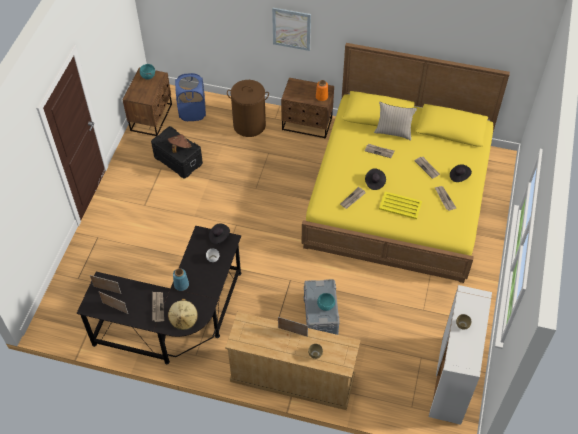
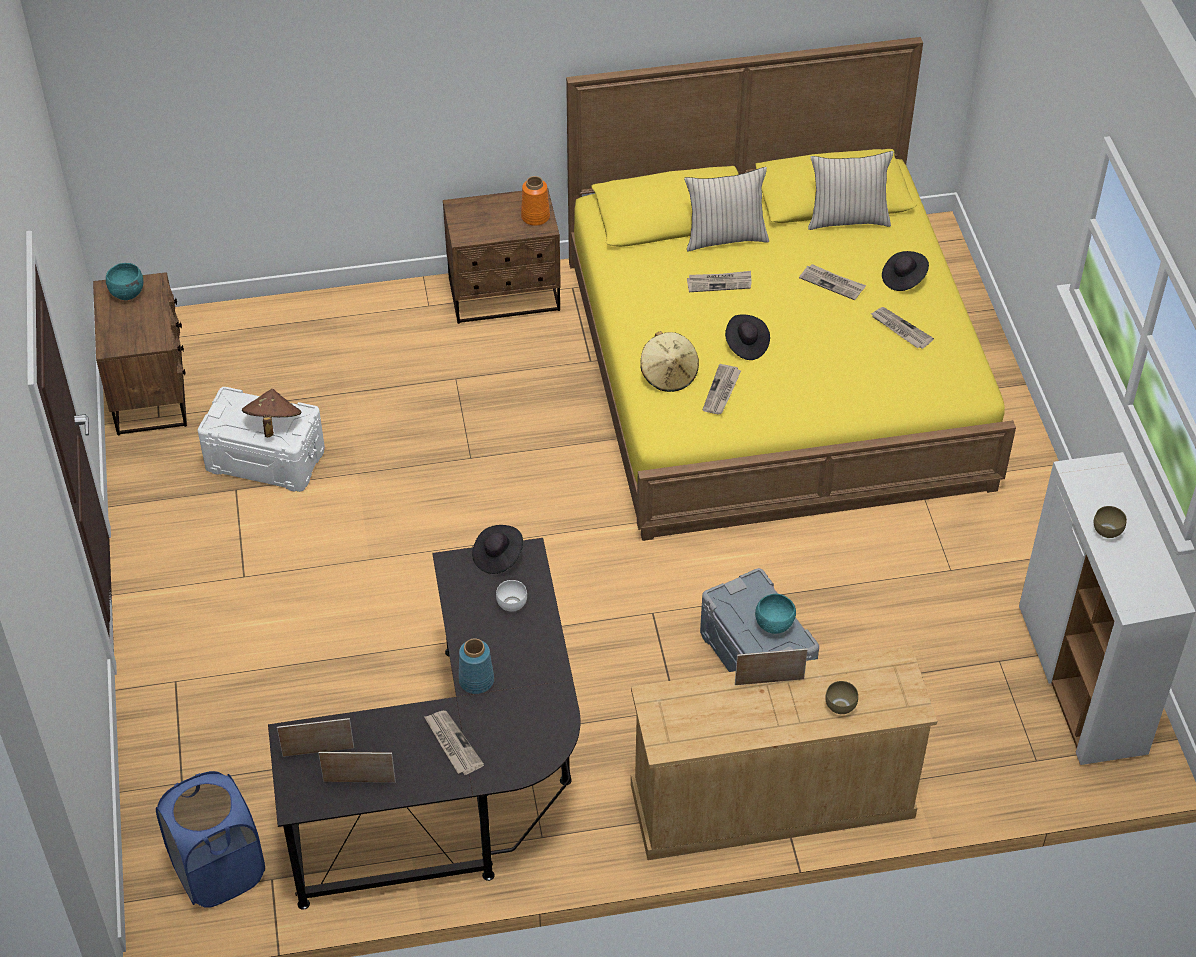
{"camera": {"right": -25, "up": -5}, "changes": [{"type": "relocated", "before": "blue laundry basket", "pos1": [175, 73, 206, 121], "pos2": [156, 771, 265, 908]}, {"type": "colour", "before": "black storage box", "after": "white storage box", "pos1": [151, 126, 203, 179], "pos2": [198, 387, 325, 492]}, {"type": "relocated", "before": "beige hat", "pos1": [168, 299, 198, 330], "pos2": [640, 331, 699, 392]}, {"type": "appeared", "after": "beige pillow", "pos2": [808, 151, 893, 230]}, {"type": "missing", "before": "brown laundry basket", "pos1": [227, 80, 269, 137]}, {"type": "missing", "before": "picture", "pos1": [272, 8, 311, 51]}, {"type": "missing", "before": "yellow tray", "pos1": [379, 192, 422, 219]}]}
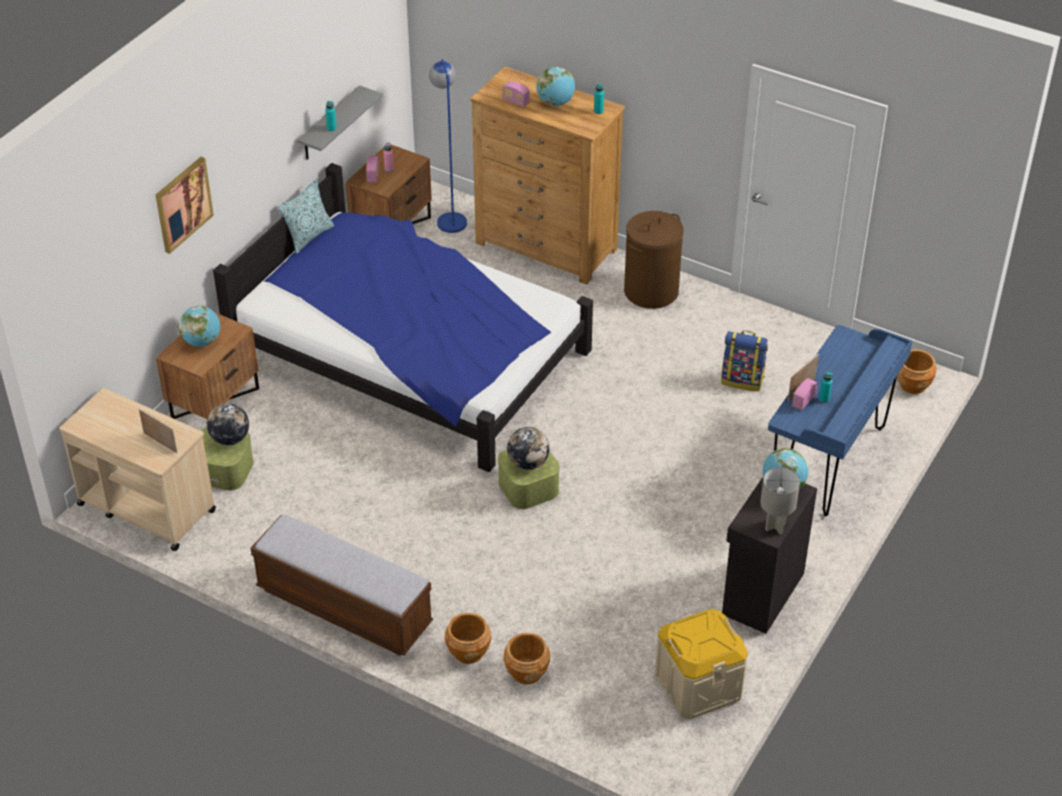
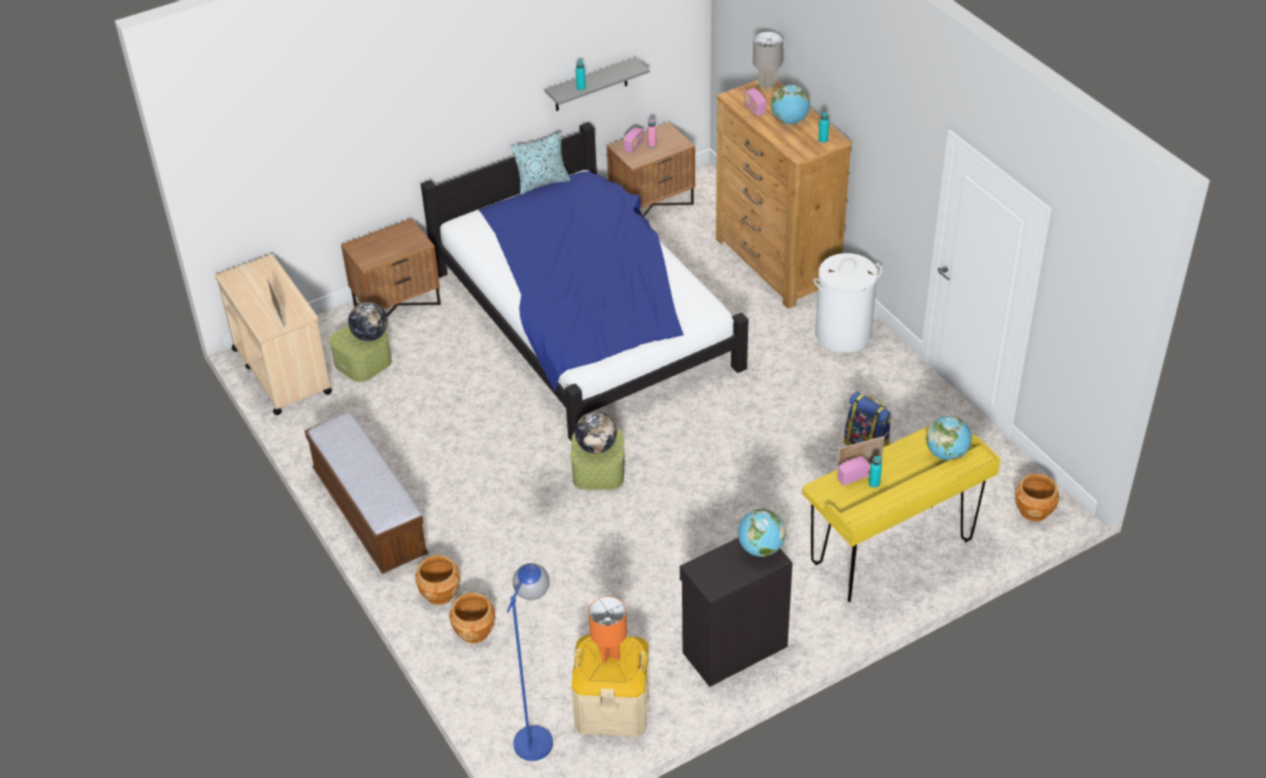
{"camera": {"right": 30, "up": 0}, "changes": [{"type": "relocated", "before": "blue floor lamp", "pos1": [429, 59, 467, 233], "pos2": [507, 563, 553, 761]}, {"type": "appeared", "after": "orange table lamp", "pos2": [588, 596, 627, 663]}, {"type": "relocated", "before": "grey table lamp", "pos1": [760, 467, 800, 534], "pos2": [753, 32, 783, 92]}, {"type": "colour", "before": "blue desk", "after": "yellow desk", "pos1": [768, 325, 912, 517], "pos2": [802, 425, 1001, 602]}, {"type": "colour", "before": "brown laundry basket", "after": "white laundry basket", "pos1": [624, 211, 684, 309], "pos2": [813, 253, 882, 353]}, {"type": "relocated", "before": "globe", "pos1": [179, 306, 220, 347], "pos2": [926, 416, 972, 461]}, {"type": "missing", "before": "picture", "pos1": [155, 157, 214, 254]}]}
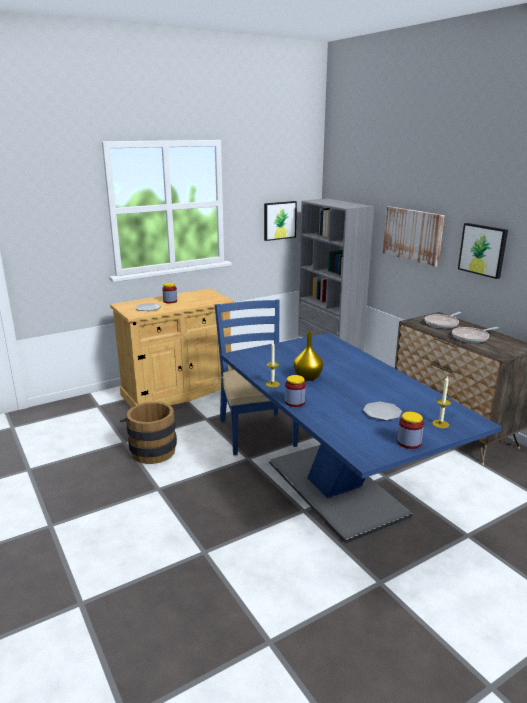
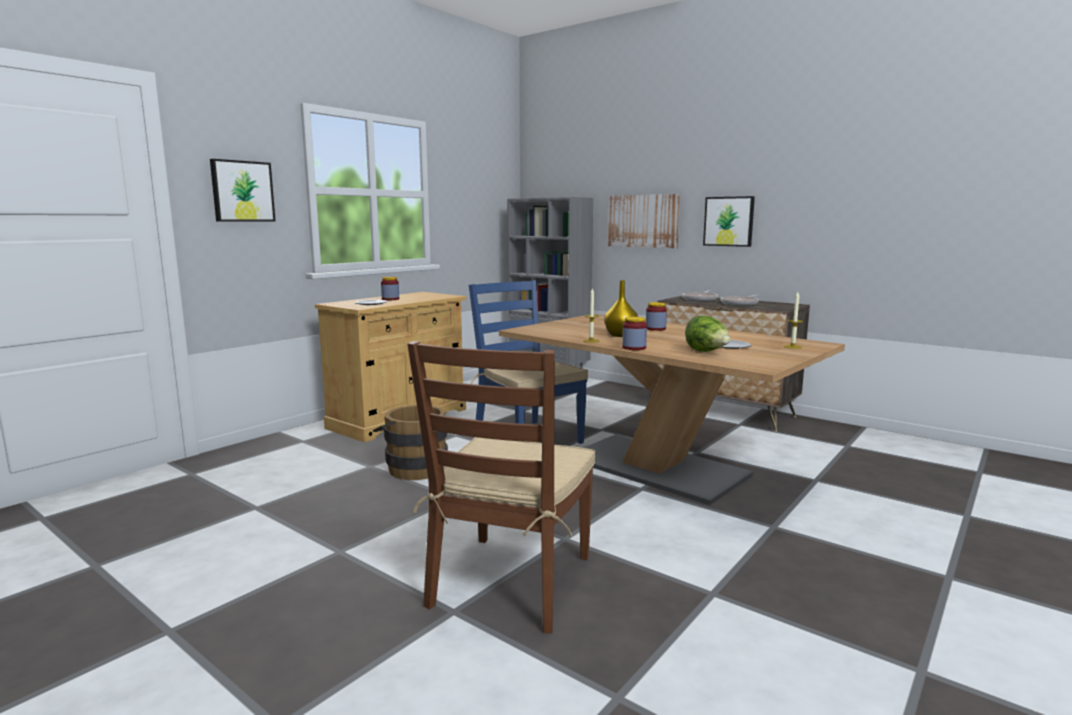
{"camera": {"right": -20, "up": -10}, "changes": [{"type": "relocated", "before": "picture", "pos1": [264, 201, 297, 241], "pos2": [210, 159, 276, 222]}, {"type": "appeared", "after": "brown chair", "pos2": [407, 341, 595, 633]}, {"type": "colour", "before": "blue dining table", "after": "brown dining table", "pos1": [220, 333, 502, 543], "pos2": [499, 314, 845, 505]}, {"type": "relocated", "before": "jar", "pos1": [397, 412, 424, 449], "pos2": [646, 302, 667, 331]}, {"type": "appeared", "after": "lettuce", "pos2": [685, 316, 730, 352]}]}
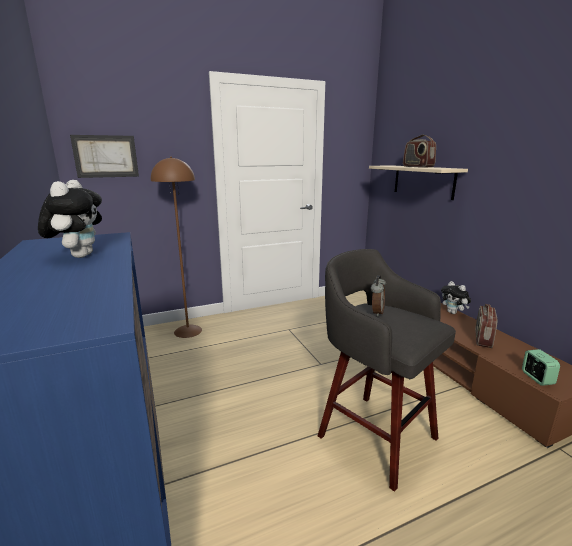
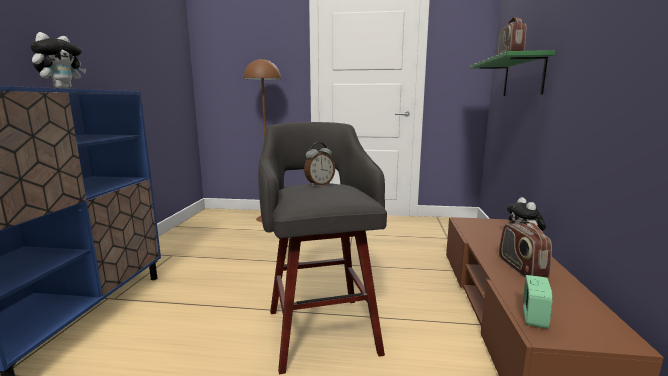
{"camera": {"right": 30, "up": -5}, "changes": [{"type": "colour", "before": "beige shelf", "after": "green shelf", "pos1": [369, 165, 468, 200], "pos2": [470, 50, 555, 96]}, {"type": "spun", "before": "radio", "pos1": [475, 304, 498, 348], "pos2": [499, 220, 552, 278], "turn": -60}, {"type": "missing", "before": "picture", "pos1": [70, 135, 139, 178]}]}
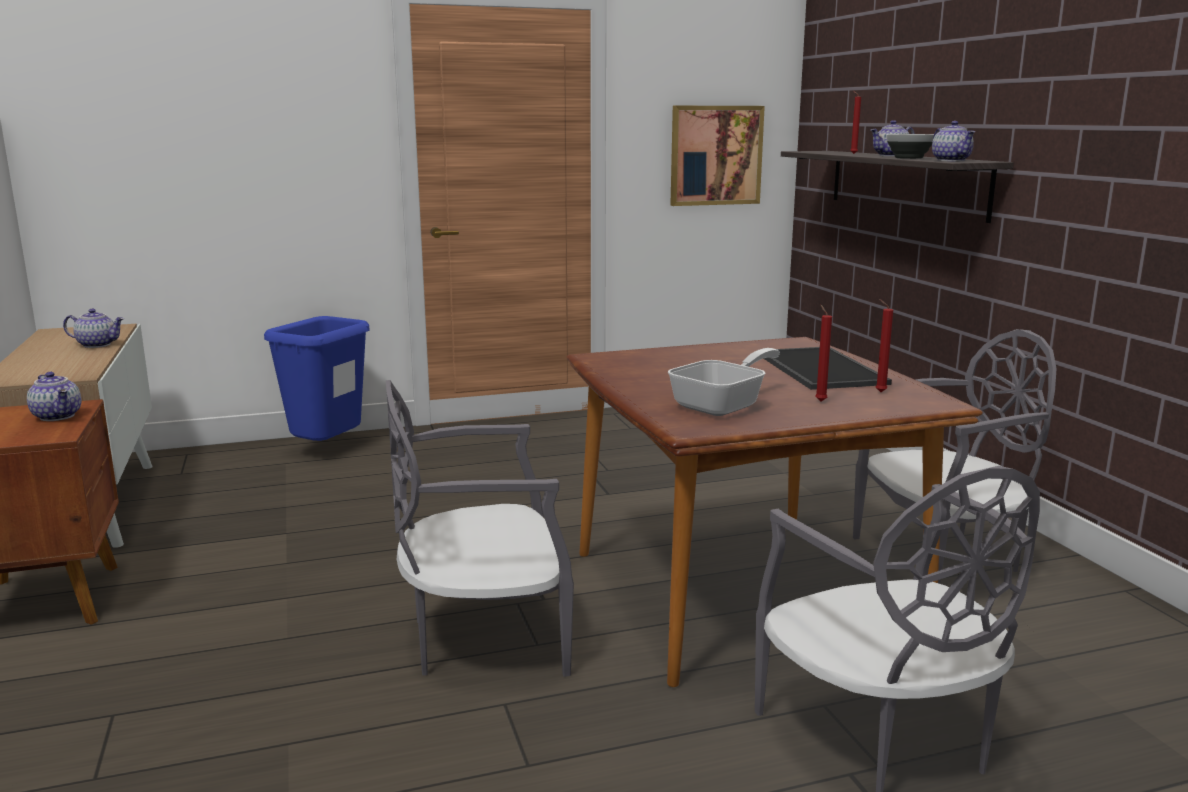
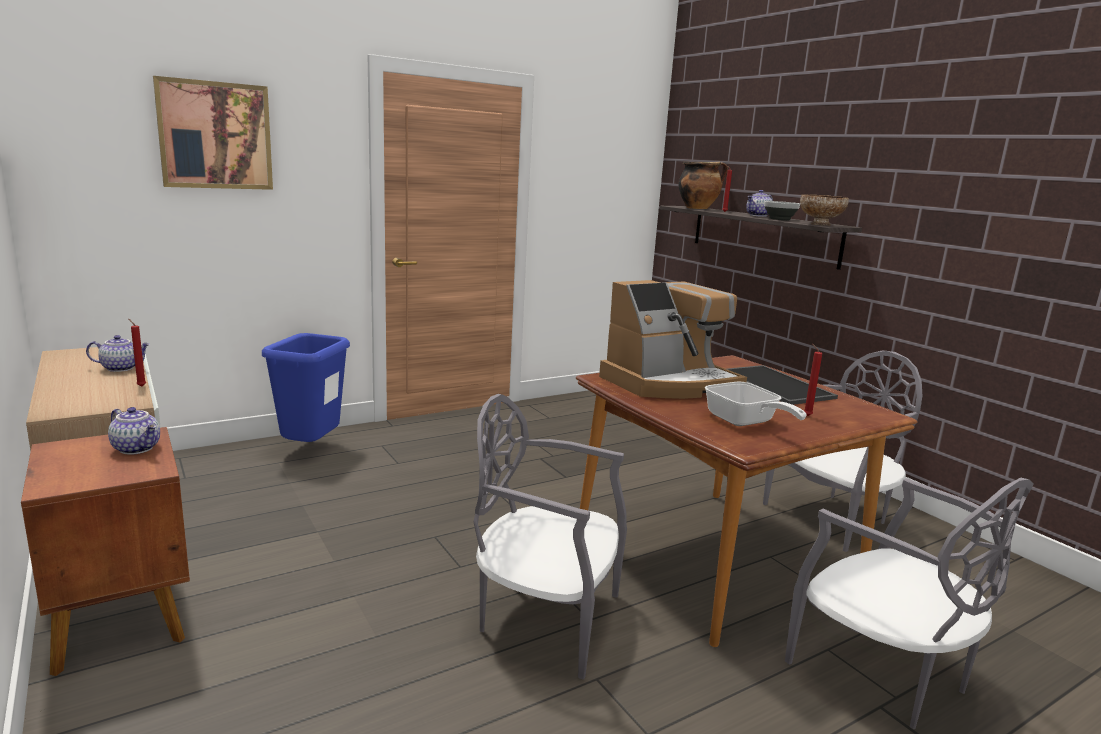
{"camera": {"right": -15, "up": 0}, "changes": [{"type": "relocated", "before": "red candle", "pos1": [876, 299, 893, 392], "pos2": [129, 319, 146, 387]}, {"type": "relocated", "before": "picture", "pos1": [670, 106, 765, 206], "pos2": [153, 76, 273, 190]}, {"type": "spun", "before": "grey chair", "pos1": [386, 380, 574, 677], "pos2": [473, 394, 627, 679], "turn": 45}, {"type": "appeared", "after": "coffee machine", "pos2": [599, 280, 747, 399]}, {"type": "appeared", "after": "cooking pot", "pos2": [679, 161, 728, 209]}, {"type": "spun", "before": "frying pan", "pos1": [668, 348, 780, 416], "pos2": [705, 382, 807, 426], "turn": 120}, {"type": "exchanged", "before": "teapot", "after": "bowl", "pos1": [932, 121, 975, 161], "pos2": [800, 195, 849, 226]}]}
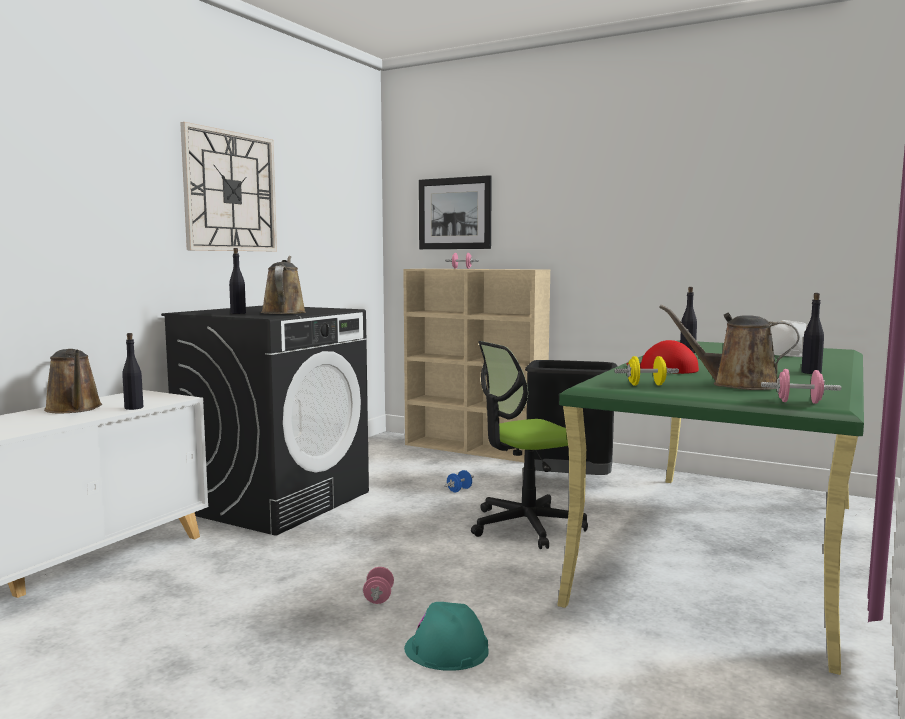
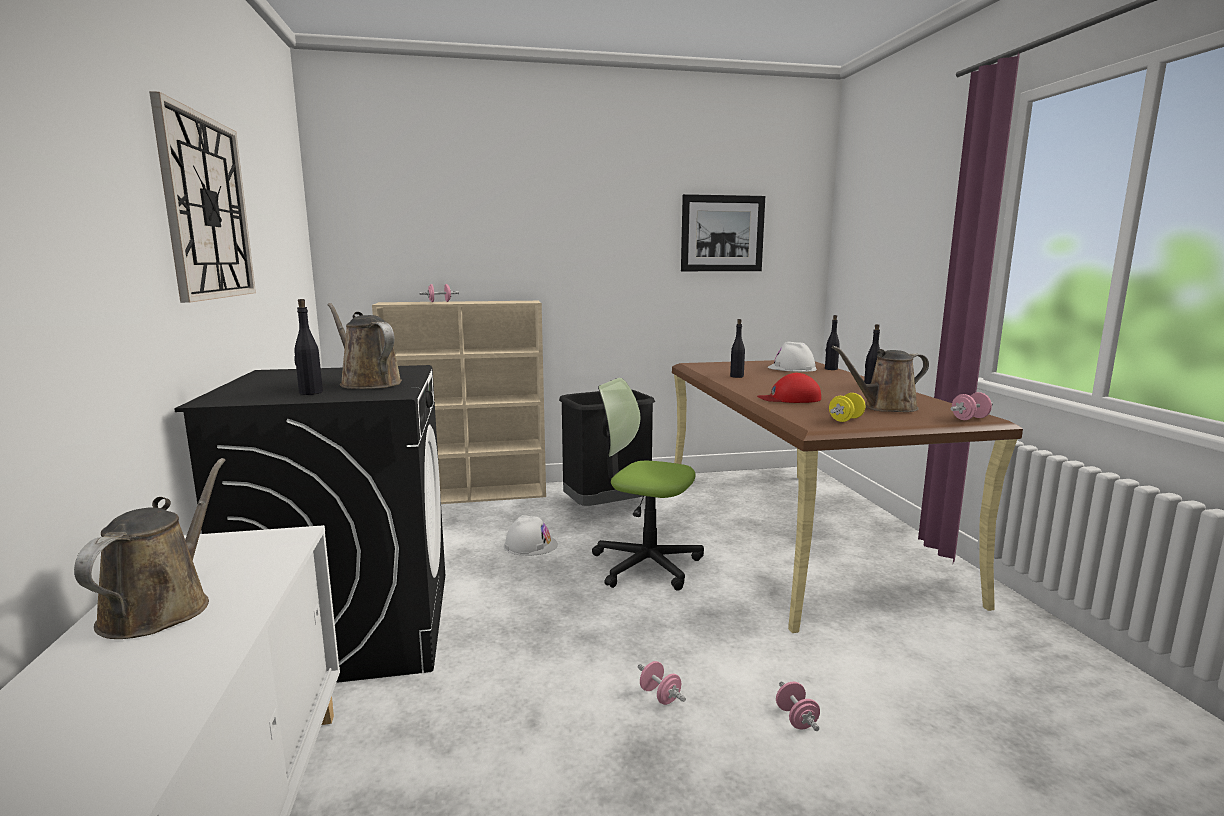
{"camera": {"right": -40, "up": 5}, "changes": [{"type": "spun", "before": "brown watering can", "pos1": [44, 349, 102, 414], "pos2": [74, 458, 225, 639], "turn": -105}, {"type": "exchanged", "before": "blue dumbbell", "after": "white hard hat", "pos1": [444, 470, 474, 492], "pos2": [504, 515, 558, 556]}, {"type": "spun", "before": "office chair", "pos1": [471, 341, 588, 549], "pos2": [592, 378, 704, 591], "turn": 90}, {"type": "colour", "before": "green desk", "after": "brown desk", "pos1": [557, 340, 864, 675], "pos2": [672, 360, 1023, 633]}, {"type": "relocated", "before": "picture", "pos1": [419, 175, 492, 249], "pos2": [681, 194, 765, 271]}, {"type": "exchanged", "before": "turquoise hard hat", "after": "pink dumbbell", "pos1": [404, 602, 489, 671], "pos2": [776, 681, 820, 731]}, {"type": "relocated", "before": "black bottle", "pos1": [122, 333, 143, 410], "pos2": [825, 315, 840, 370]}]}
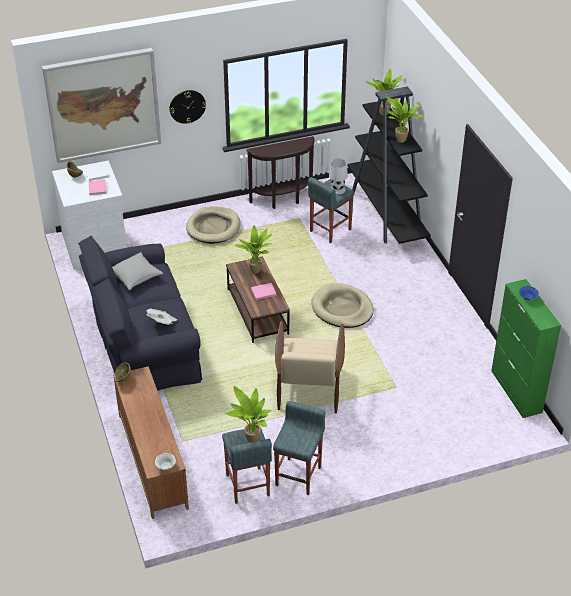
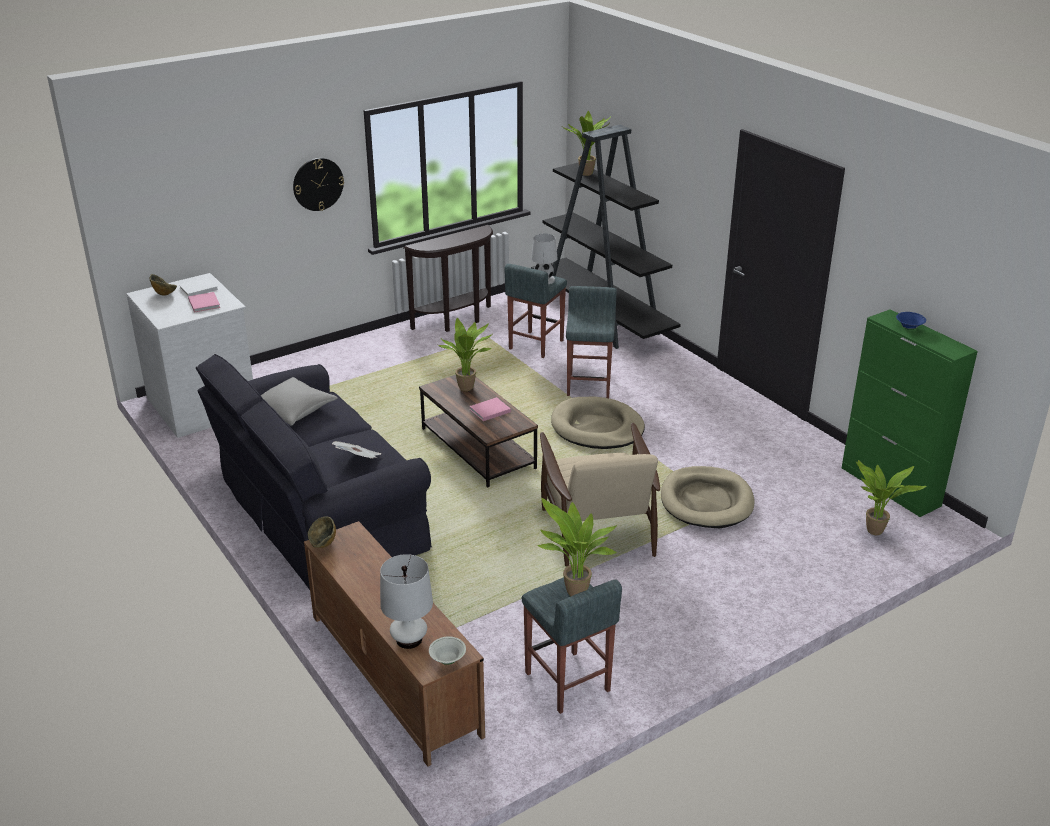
{"camera": {"right": -15, "up": -10}, "changes": [{"type": "appeared", "after": "white table lamp", "pos2": [380, 554, 433, 649]}, {"type": "relocated", "before": "grey stool", "pos1": [273, 401, 326, 495], "pos2": [566, 286, 617, 398]}, {"type": "relocated", "before": "beige dog bed", "pos1": [186, 206, 240, 244], "pos2": [661, 466, 754, 528]}, {"type": "relocated", "before": "potted plant", "pos1": [385, 95, 425, 143], "pos2": [856, 460, 926, 535]}, {"type": "missing", "before": "picture", "pos1": [42, 48, 161, 163]}]}
